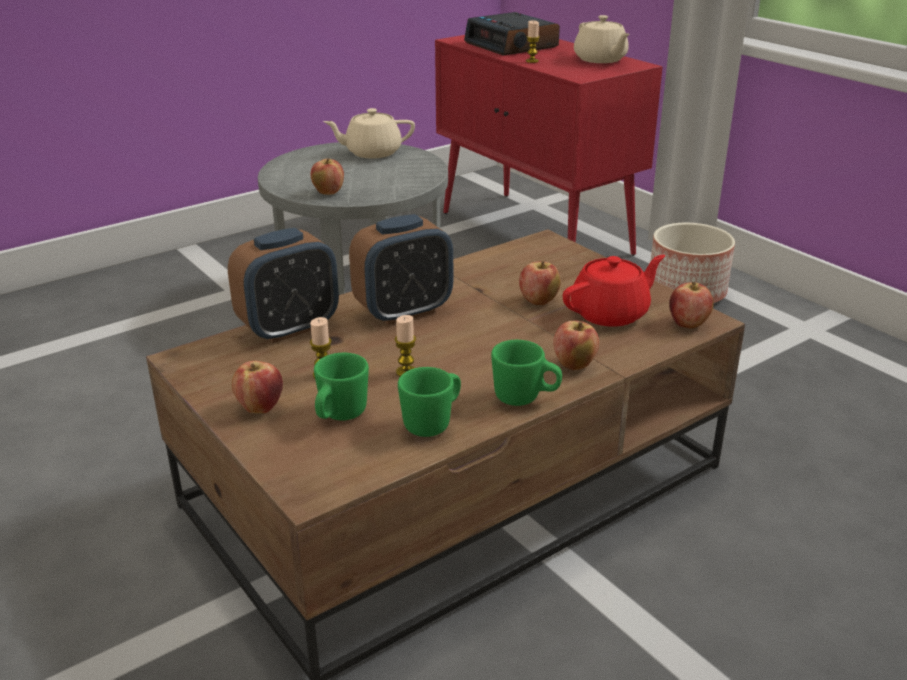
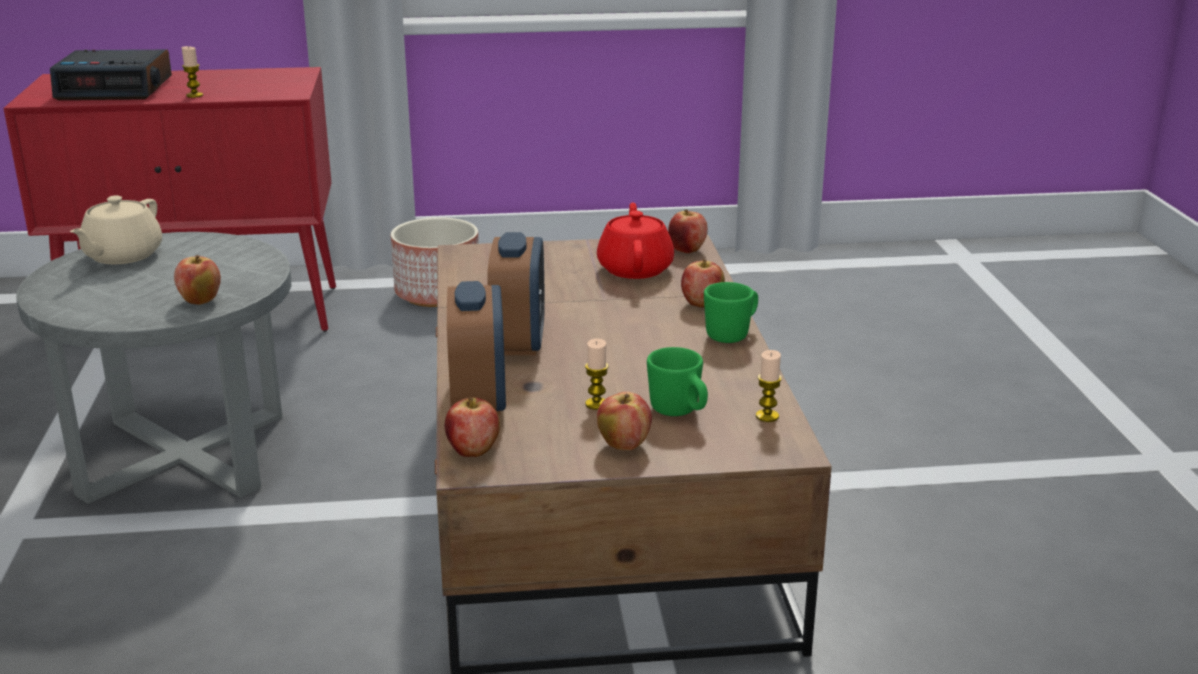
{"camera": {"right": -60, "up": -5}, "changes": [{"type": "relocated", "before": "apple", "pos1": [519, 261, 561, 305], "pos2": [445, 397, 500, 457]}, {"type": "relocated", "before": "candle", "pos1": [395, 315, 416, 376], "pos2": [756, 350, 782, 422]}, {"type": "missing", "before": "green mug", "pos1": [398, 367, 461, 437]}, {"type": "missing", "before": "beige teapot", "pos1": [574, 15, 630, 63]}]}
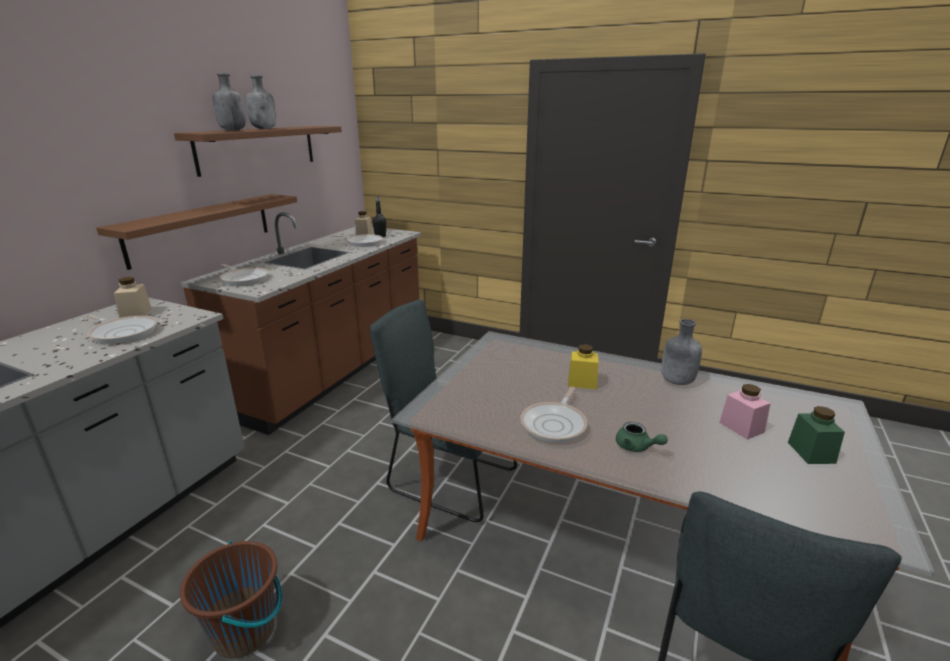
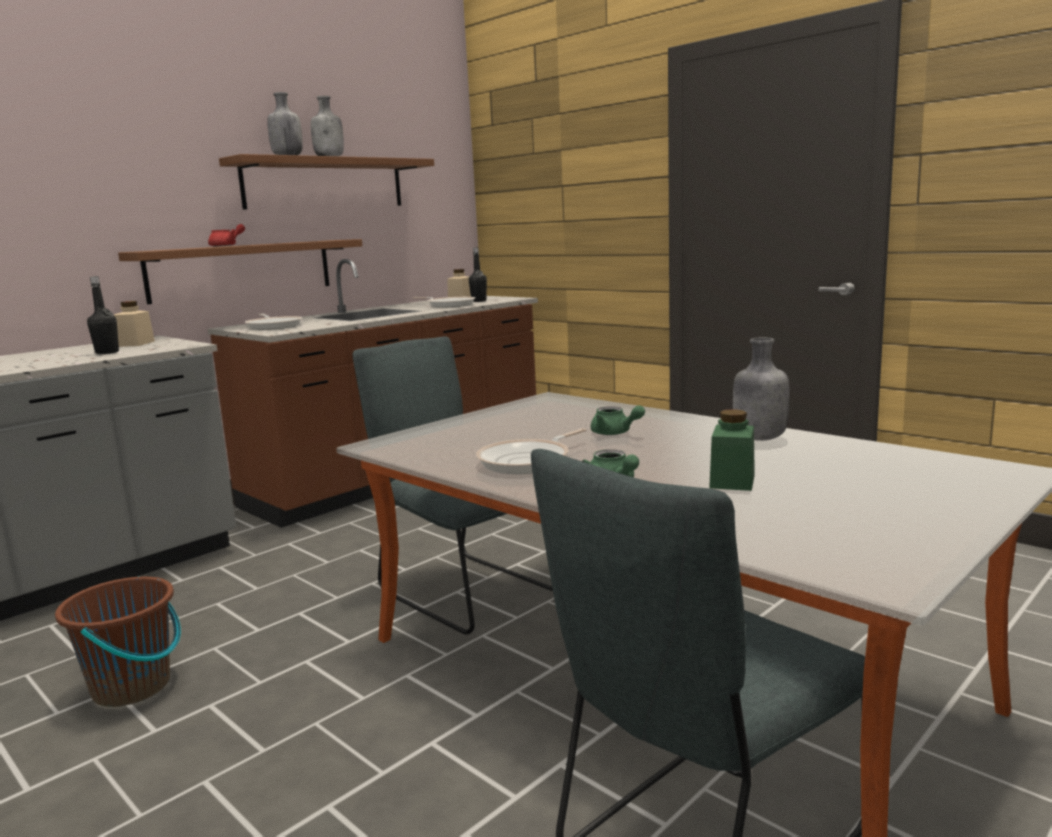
{"camera": {"right": 20, "up": -10}, "changes": [{"type": "exchanged", "before": "frying pan", "after": "black bottle", "pos1": [85, 314, 158, 344], "pos2": [87, 276, 119, 354]}, {"type": "appeared", "after": "red teapot", "pos2": [208, 224, 245, 247]}, {"type": "exchanged", "before": "yellow jar", "after": "green teapot", "pos1": [568, 344, 598, 389], "pos2": [591, 405, 645, 435]}, {"type": "relocated", "before": "green jar", "pos1": [788, 406, 845, 464], "pos2": [709, 409, 755, 491]}, {"type": "missing", "before": "pink jar", "pos1": [719, 384, 771, 440]}]}
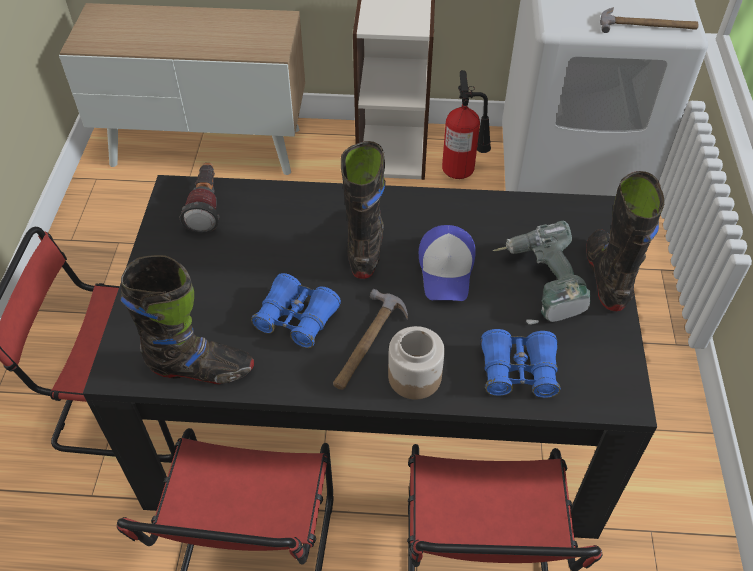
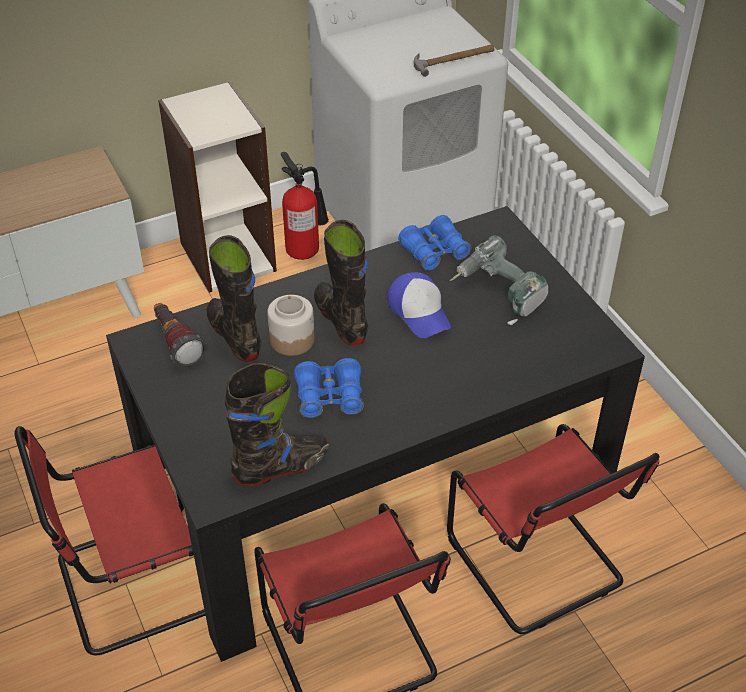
{"camera": {"right": -30, "up": -5}, "changes": [{"type": "relocated", "before": "black boot", "pos1": [586, 171, 664, 311], "pos2": [207, 235, 262, 362]}, {"type": "relocated", "before": "jar", "pos1": [388, 326, 445, 399], "pos2": [267, 295, 315, 356]}, {"type": "relocated", "before": "blue binoculars", "pos1": [481, 329, 560, 398], "pos2": [398, 215, 472, 271]}, {"type": "missing", "before": "hammer", "pos1": [333, 289, 408, 390]}]}
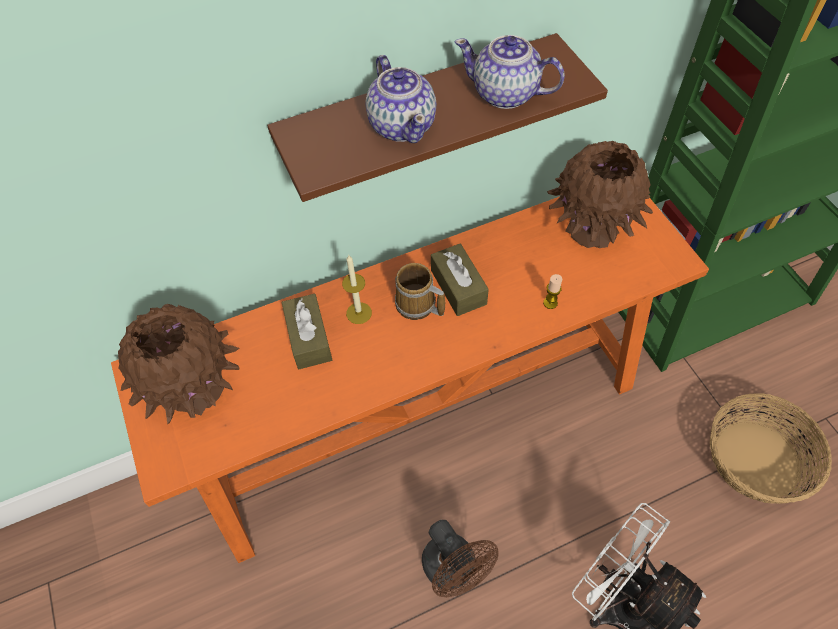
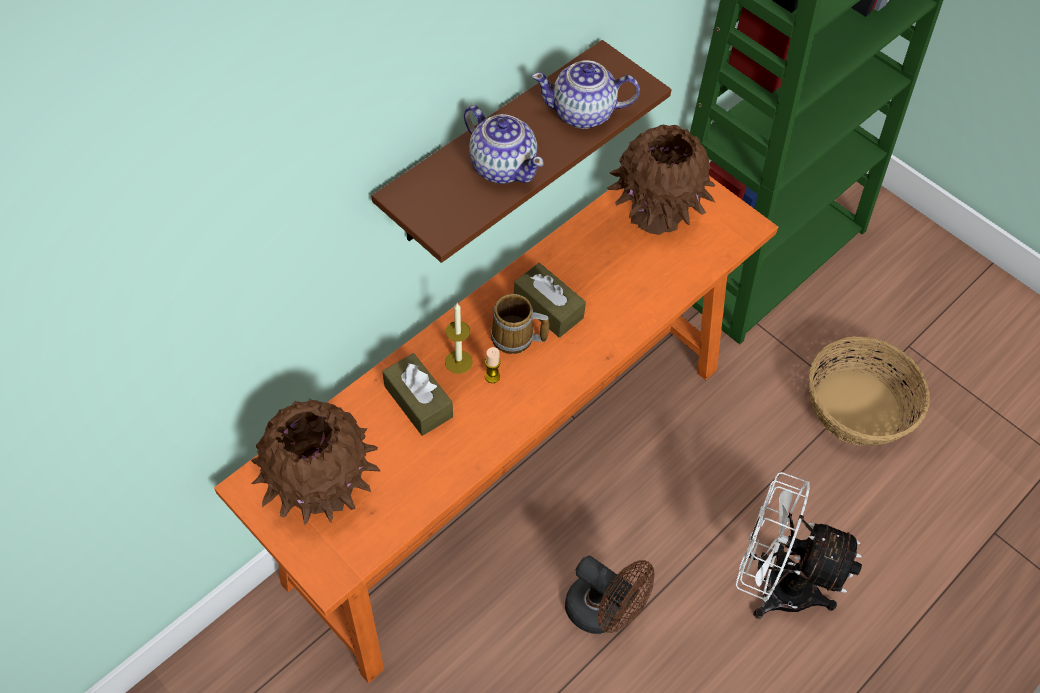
{"camera": {"right": -25, "up": 0}, "changes": [{"type": "relocated", "before": "candle", "pos1": [543, 274, 562, 309], "pos2": [485, 347, 501, 383]}]}
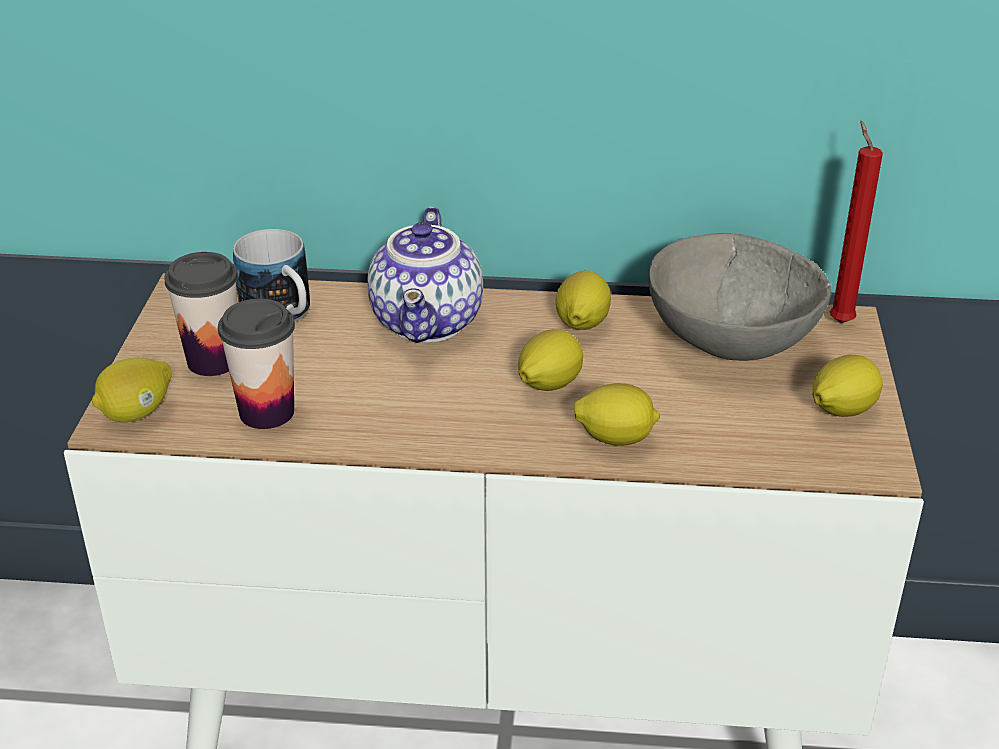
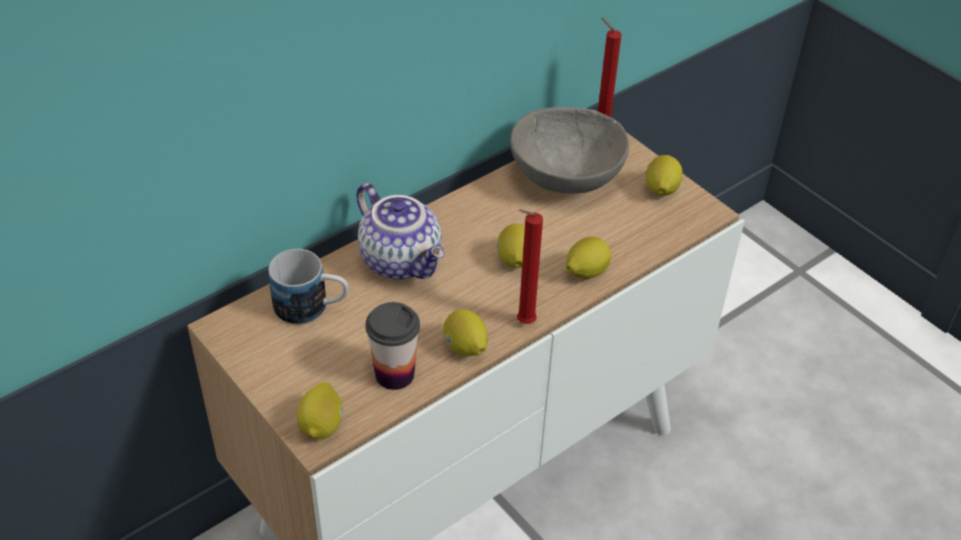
{"camera": {"right": -45, "up": 10}, "changes": [{"type": "relocated", "before": "lemon", "pos1": [555, 271, 611, 330], "pos2": [443, 309, 488, 356]}, {"type": "appeared", "after": "red candle", "pos2": [517, 209, 543, 324]}, {"type": "missing", "before": "cup", "pos1": [164, 252, 238, 376]}]}
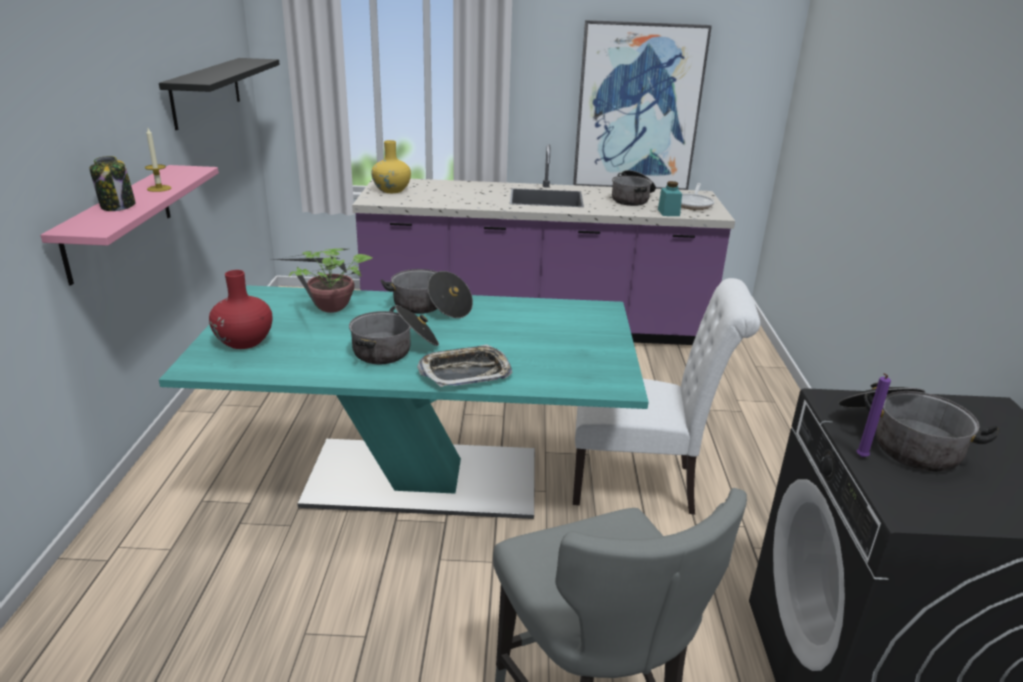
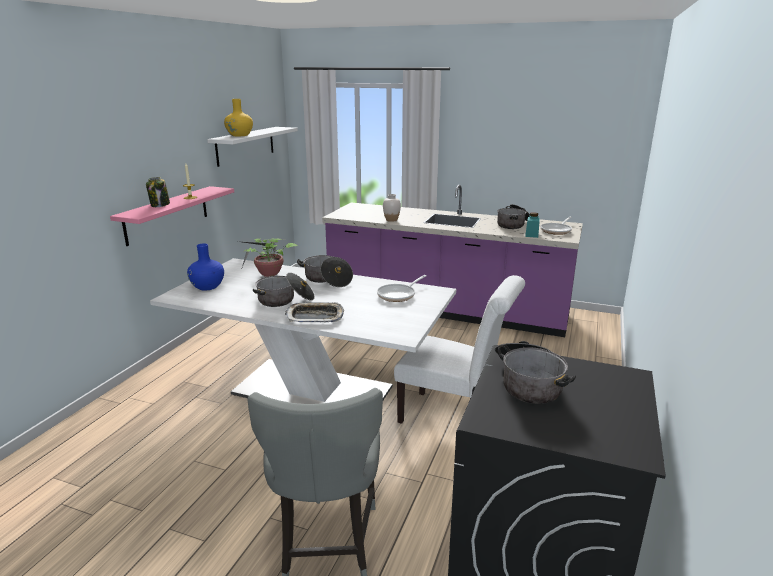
{"camera": {"right": 20, "up": -5}, "changes": [{"type": "colour", "before": "turquoise dining table", "after": "white dining table", "pos1": [159, 285, 648, 519], "pos2": [150, 258, 456, 404]}, {"type": "colour", "before": "red vase", "after": "blue vase", "pos1": [209, 270, 273, 349], "pos2": [187, 243, 224, 290]}, {"type": "colour", "before": "black shelf", "after": "white shelf", "pos1": [159, 58, 280, 130], "pos2": [207, 127, 298, 167]}, {"type": "relocated", "before": "yellow vase", "pos1": [371, 140, 411, 193], "pos2": [224, 99, 253, 136]}, {"type": "appeared", "after": "frying pan", "pos2": [377, 275, 427, 302]}, {"type": "appeared", "after": "white vase", "pos2": [383, 194, 401, 222]}, {"type": "missing", "before": "picture", "pos1": [573, 20, 712, 190]}, {"type": "missing", "before": "purple candle", "pos1": [857, 373, 891, 457]}]}
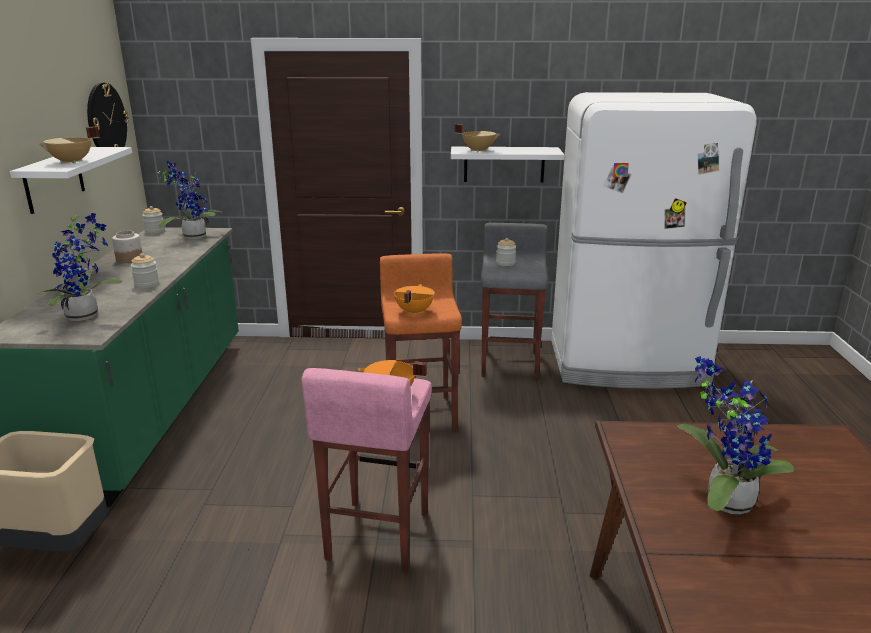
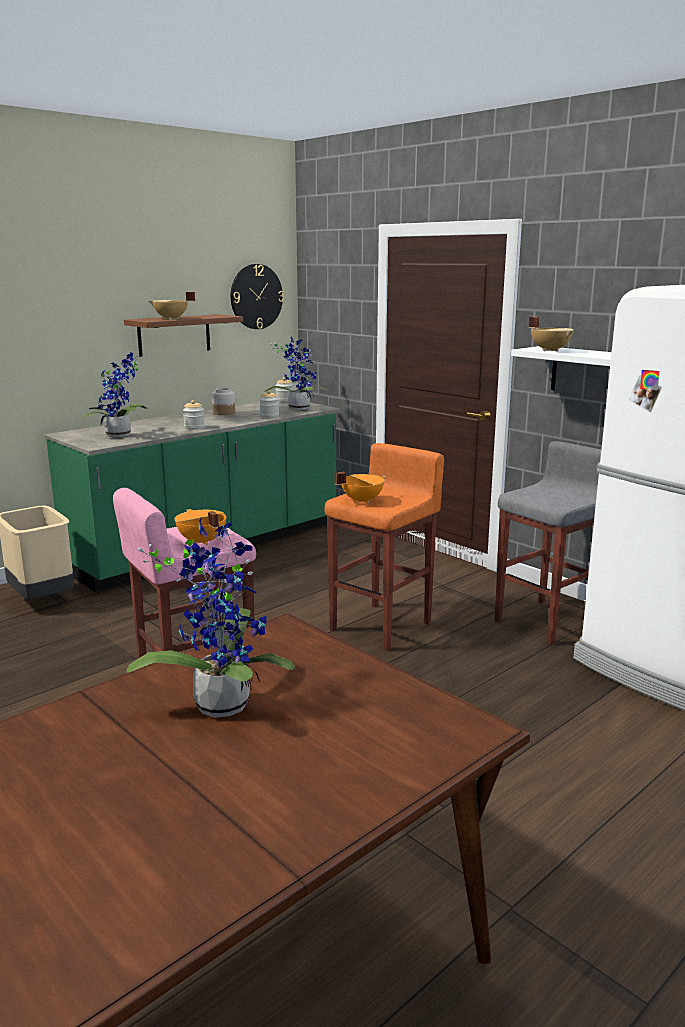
{"camera": {"right": 45, "up": -5}, "changes": [{"type": "colour", "before": "white shelf", "after": "brown shelf", "pos1": [10, 147, 132, 214], "pos2": [124, 314, 243, 357]}, {"type": "relocated", "before": "jar", "pos1": [496, 238, 516, 266], "pos2": [259, 390, 279, 418]}]}
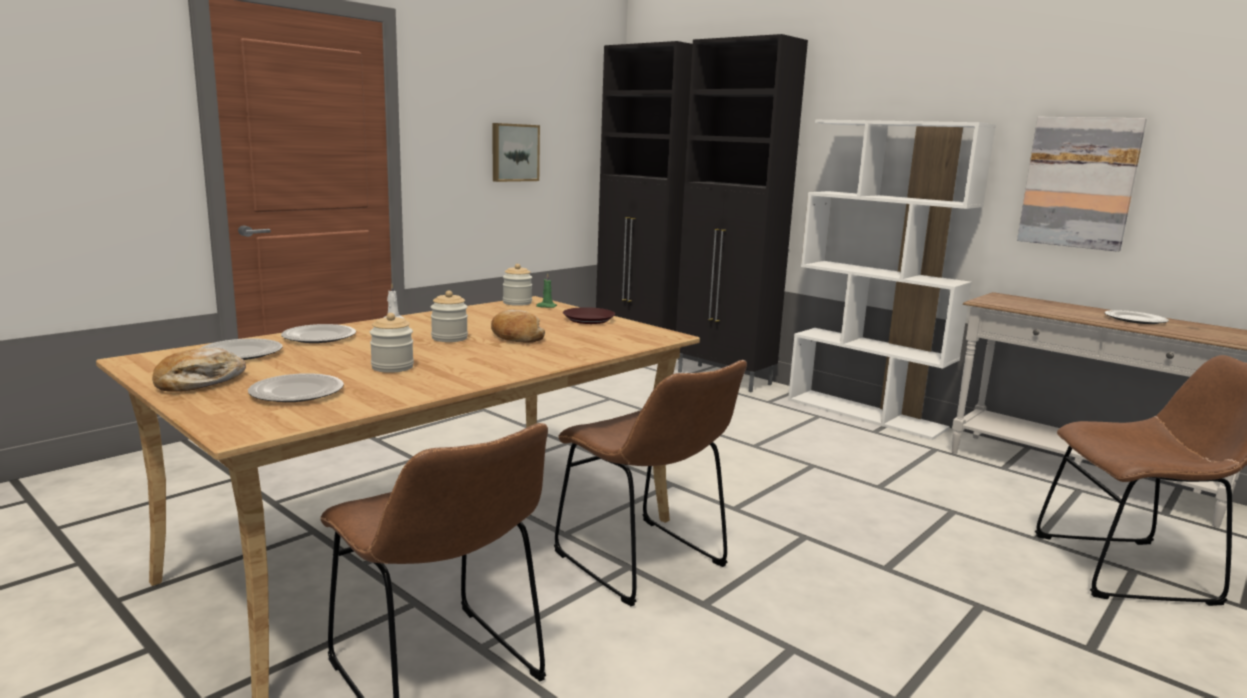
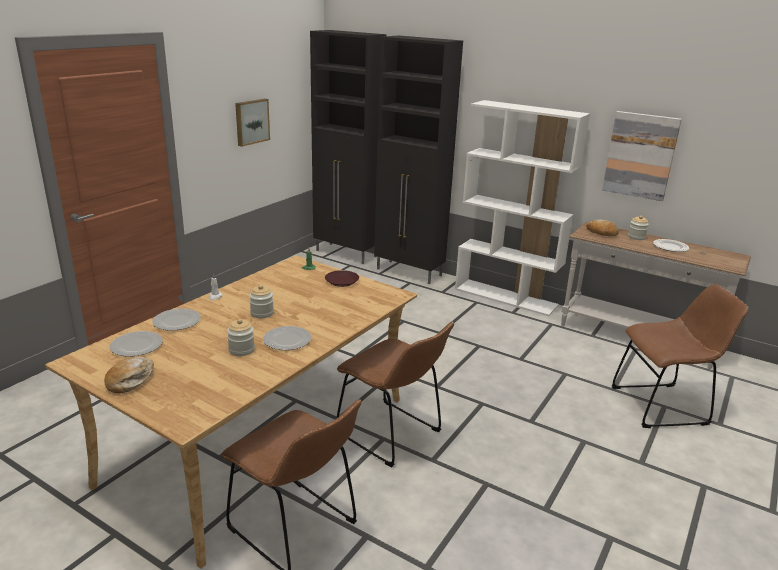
{"camera": {"right": -10, "up": 10}, "changes": [{"type": "relocated", "before": "plate", "pos1": [248, 373, 344, 402], "pos2": [263, 326, 311, 350]}, {"type": "relocated", "before": "bread", "pos1": [491, 310, 545, 343], "pos2": [586, 219, 619, 236]}, {"type": "relocated", "before": "jar", "pos1": [503, 264, 532, 306], "pos2": [628, 216, 649, 240]}]}
